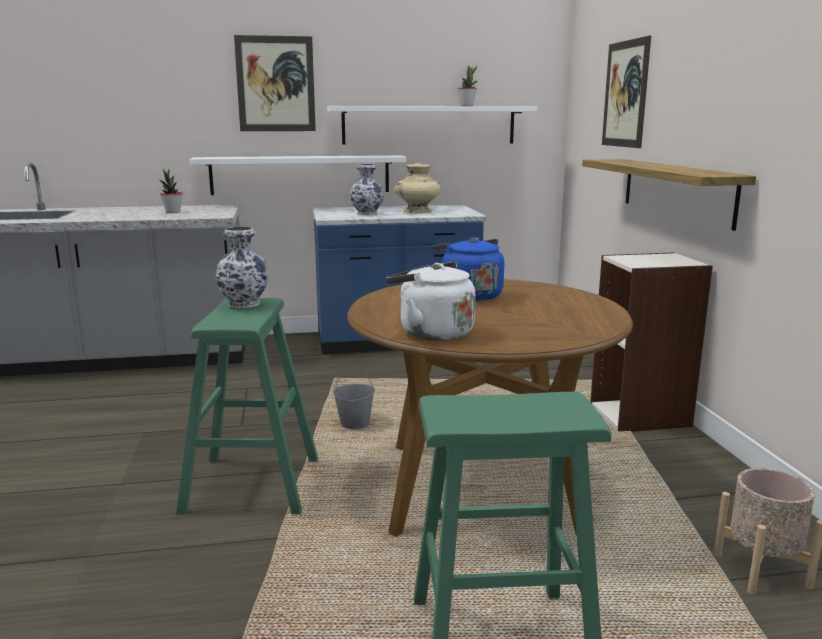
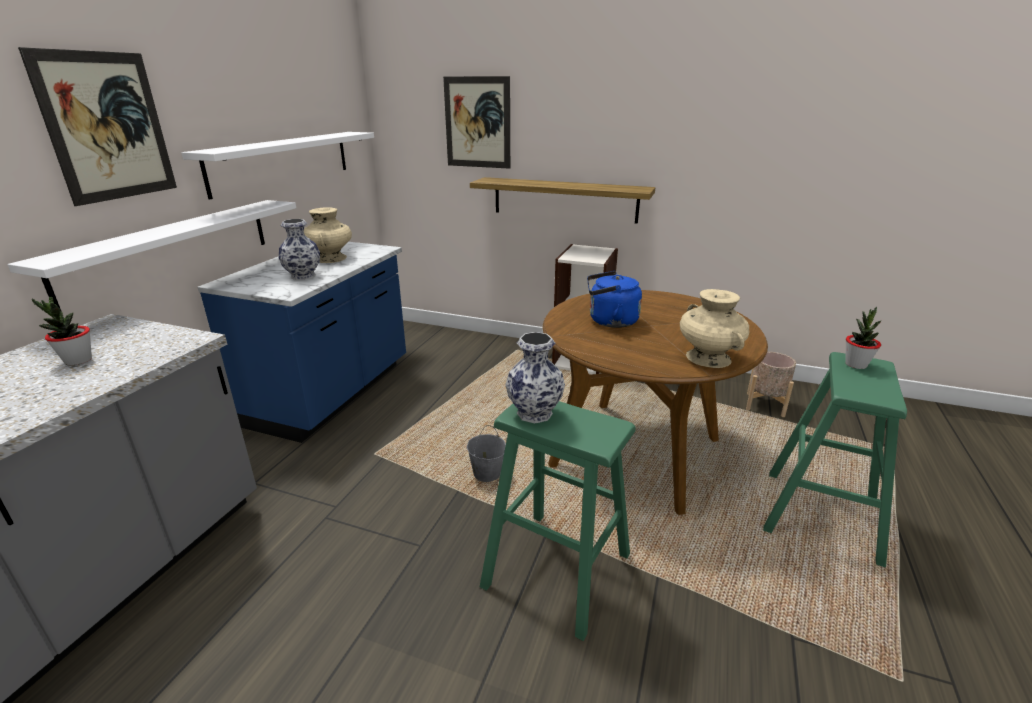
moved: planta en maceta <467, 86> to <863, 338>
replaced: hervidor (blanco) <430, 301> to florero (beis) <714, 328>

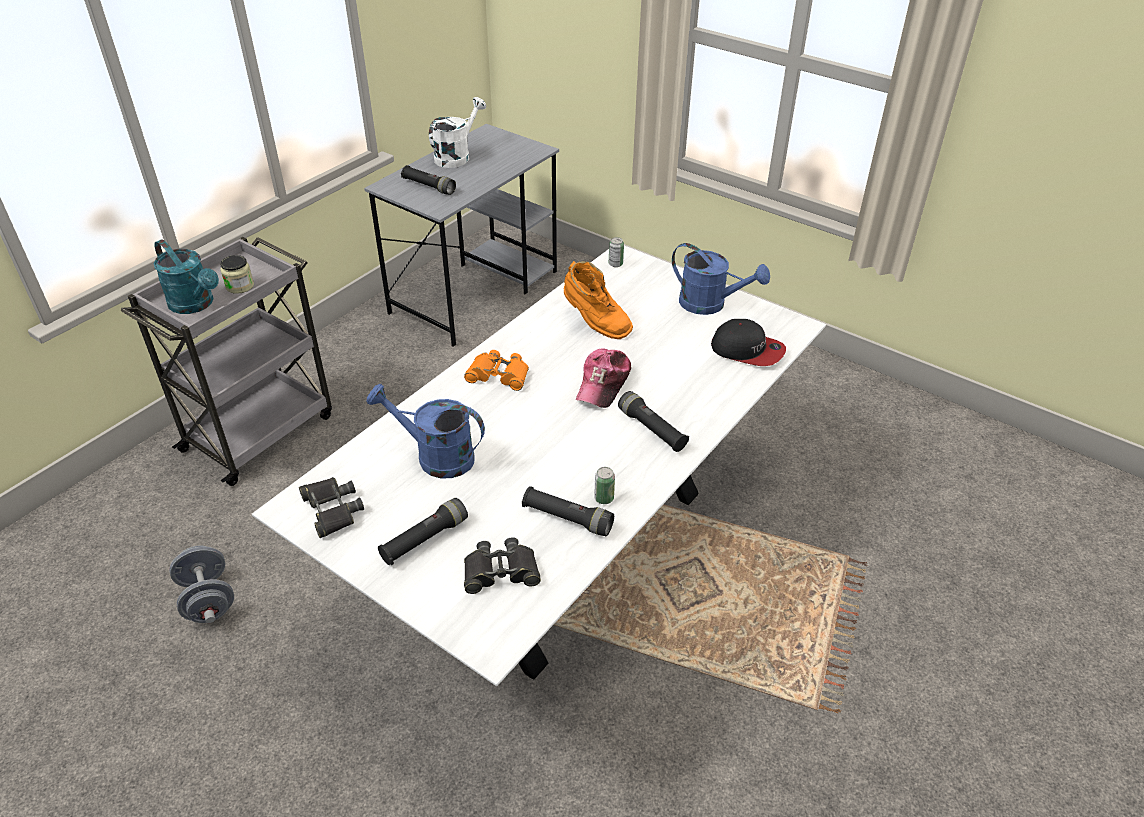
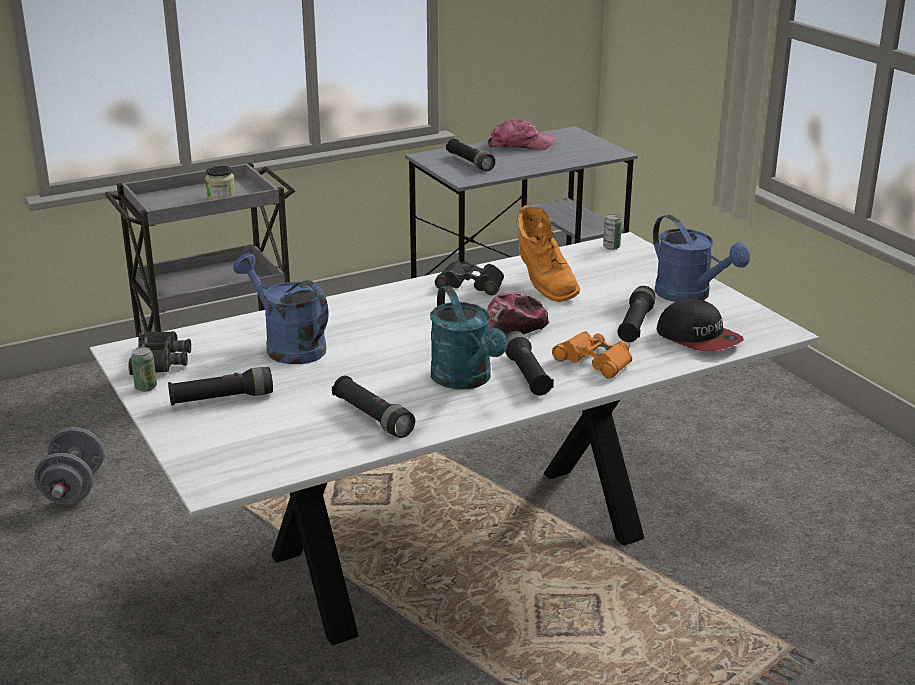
added: linterna (negro) <637, 314>
moved: lata <604, 485> to <144, 369>; regadera (turquesa) <186, 276> to <468, 337>; prismáticos (negro) <502, 565> to <469, 278>; prismáticos (naranja) <496, 370> to <592, 354>
replaced: regadera (blanco) <457, 132> to gorra <521, 135>

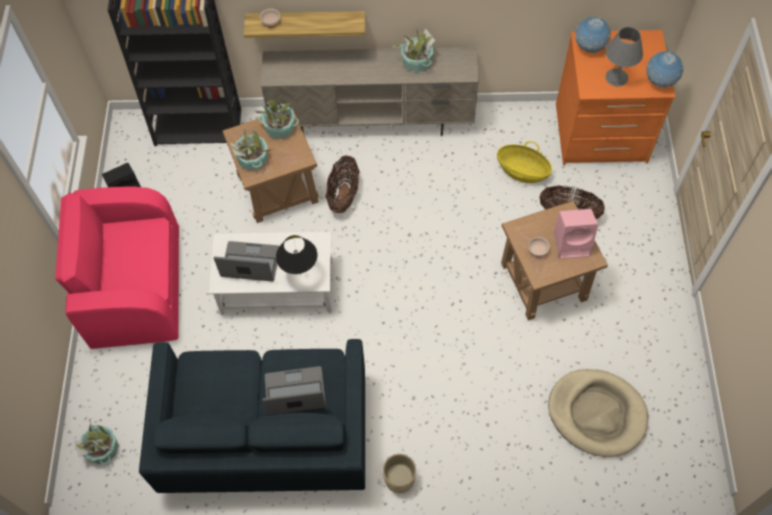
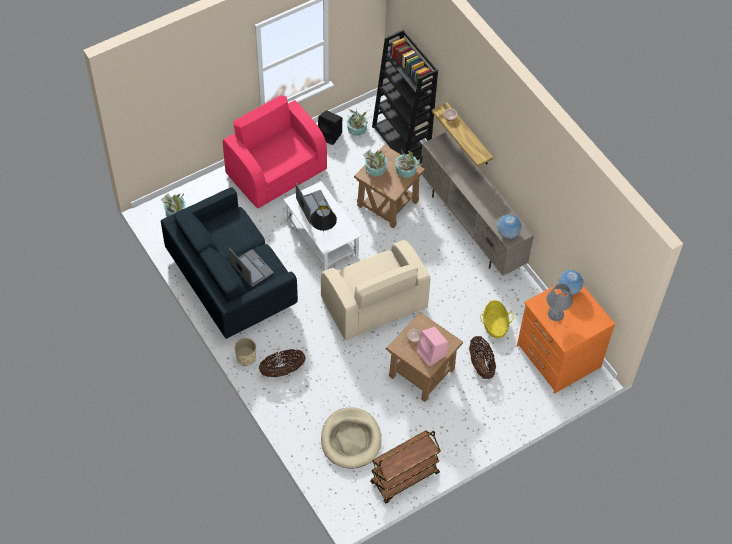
added: sillón (beis) <375, 290>; carrito (marrón) <405, 466>
moved: cesta <342, 184> to <282, 363>; planta en maceta <414, 50> to <357, 122>; globo terráqueo <665, 69> to <509, 227>

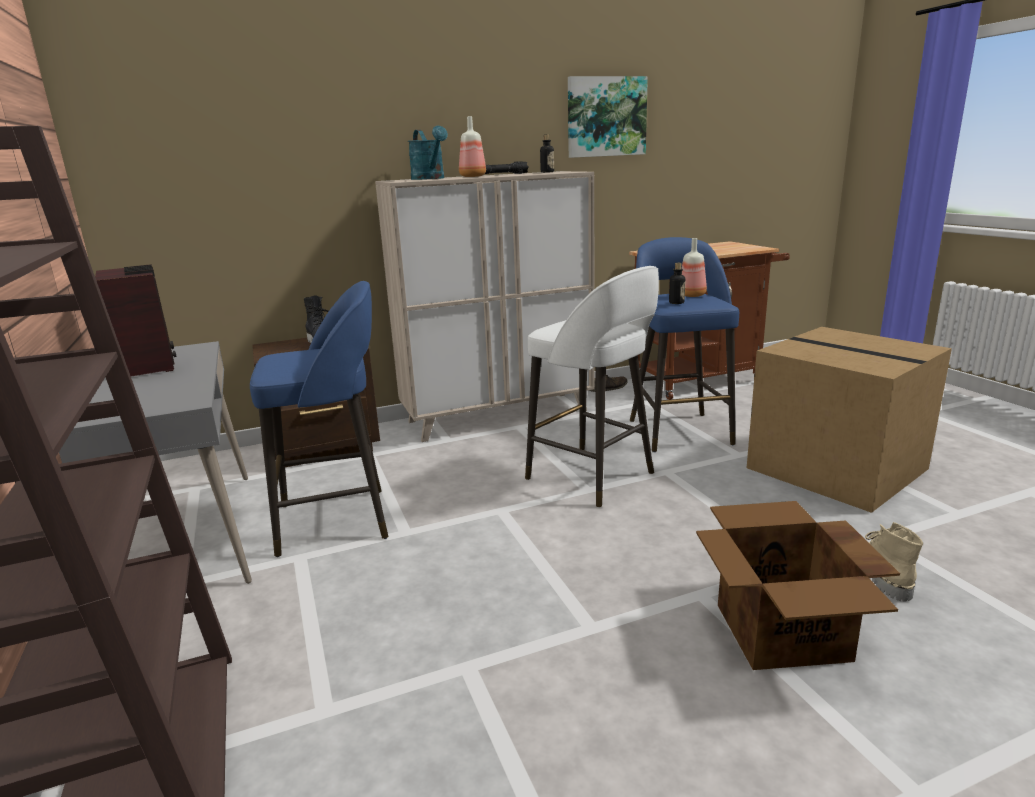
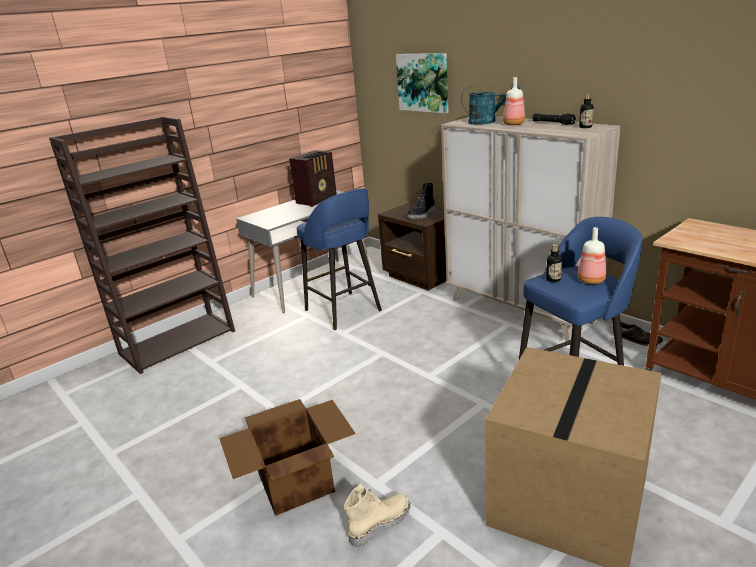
removed: taburete (blanco) <592, 387>
moved: cuadro <608, 117> to <422, 83>
turned: regadera (turquesa) <428, 153> = <490, 104> 135 degrees counterclockwise

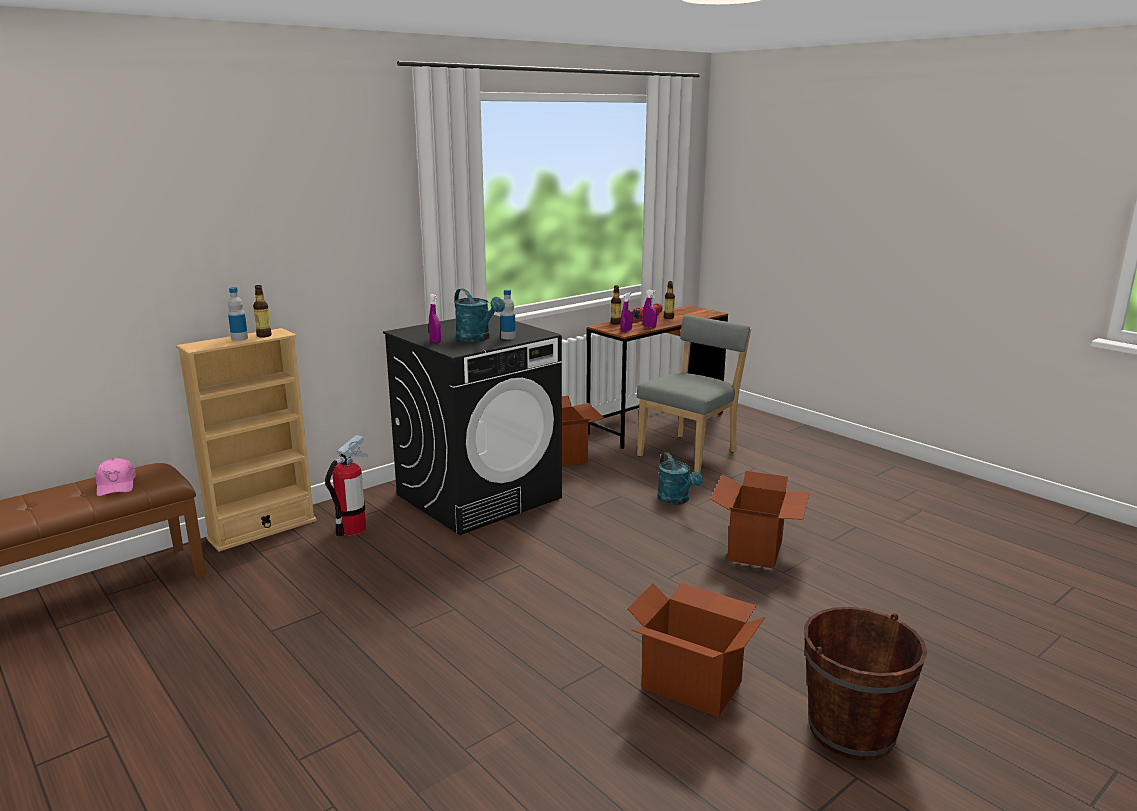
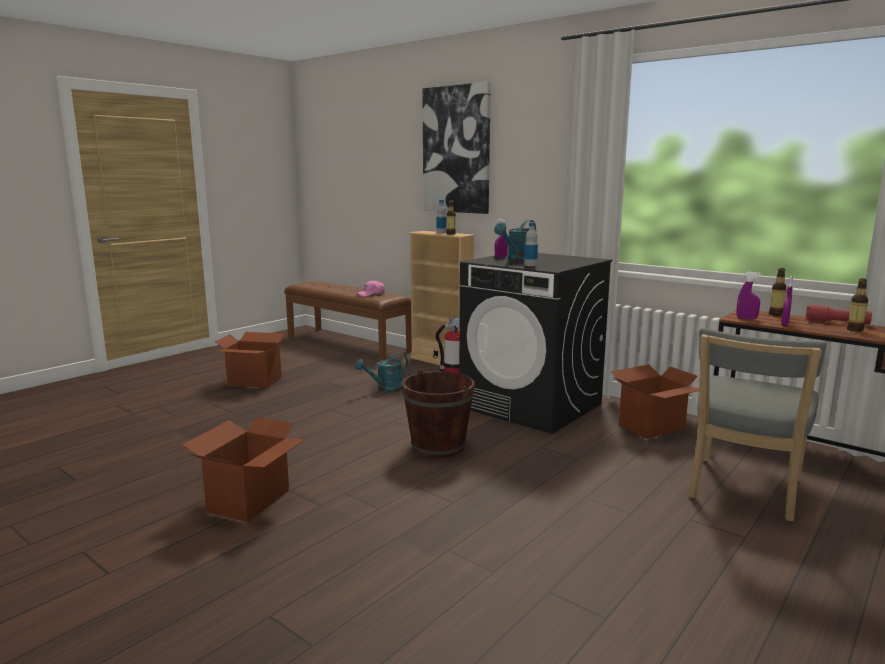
added: cuadro <456, 148>
moved: caja de cartón <760, 520> to <251, 360>; regadera (turquesa) <680, 478> to <381, 372>; cubo (marrón) <865, 683> to <438, 414>
turned: silla (gris) <694, 394> = <757, 424> 90 degrees clockwise

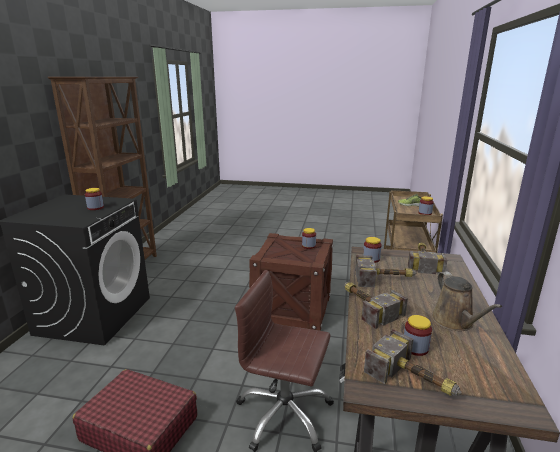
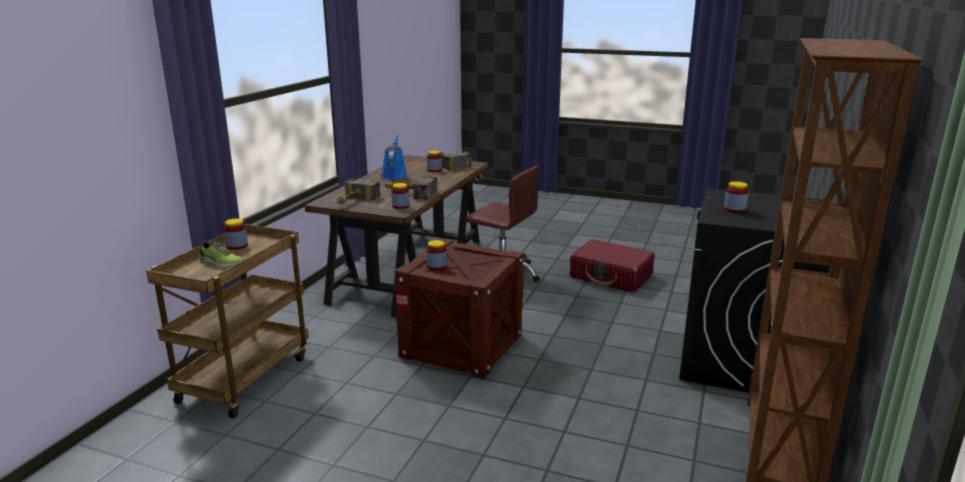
removed: martillo <376, 305>
recoloured: regadera (marrón) <467, 301> to regadera (azul) <394, 157>

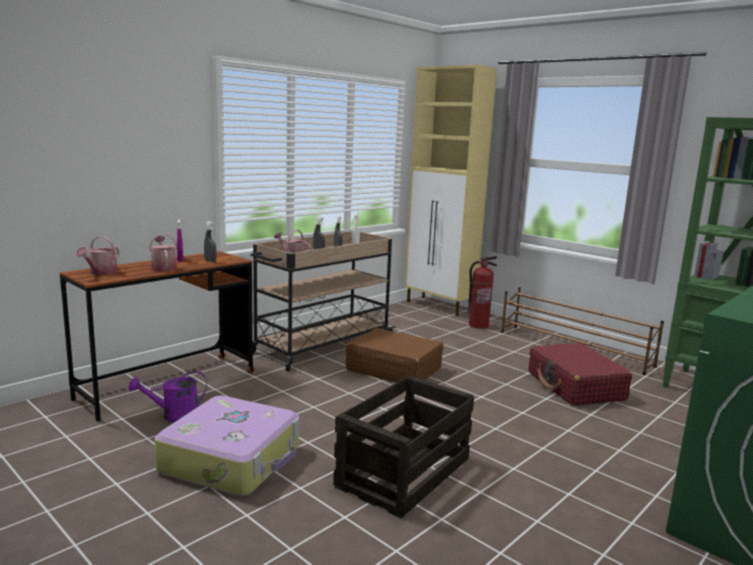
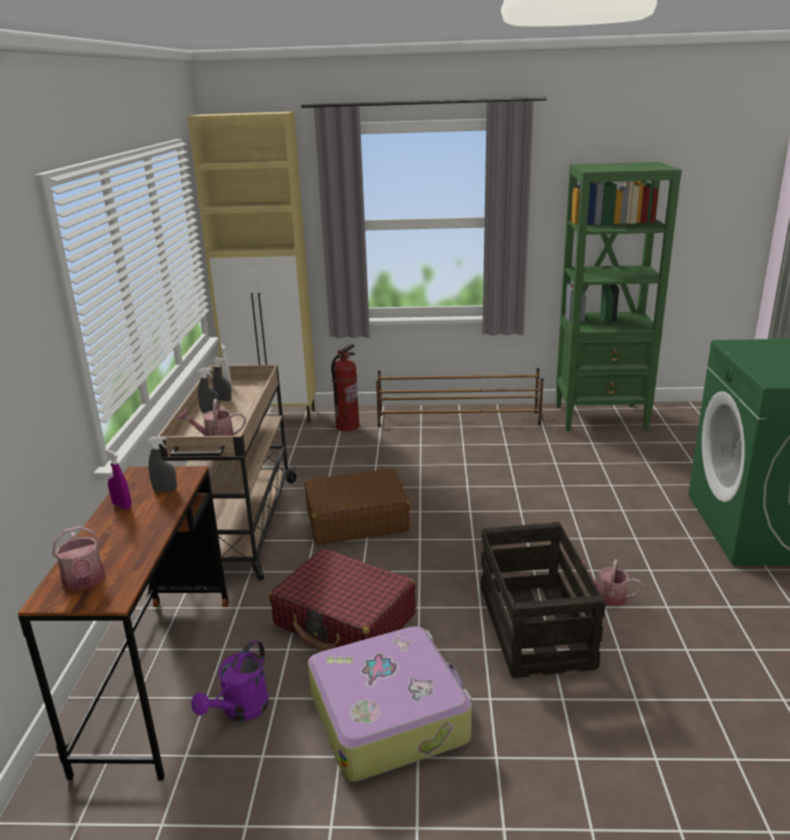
moved: maleta (rojo) <580, 374> to <342, 599>; regadera <163, 253> to <608, 582>

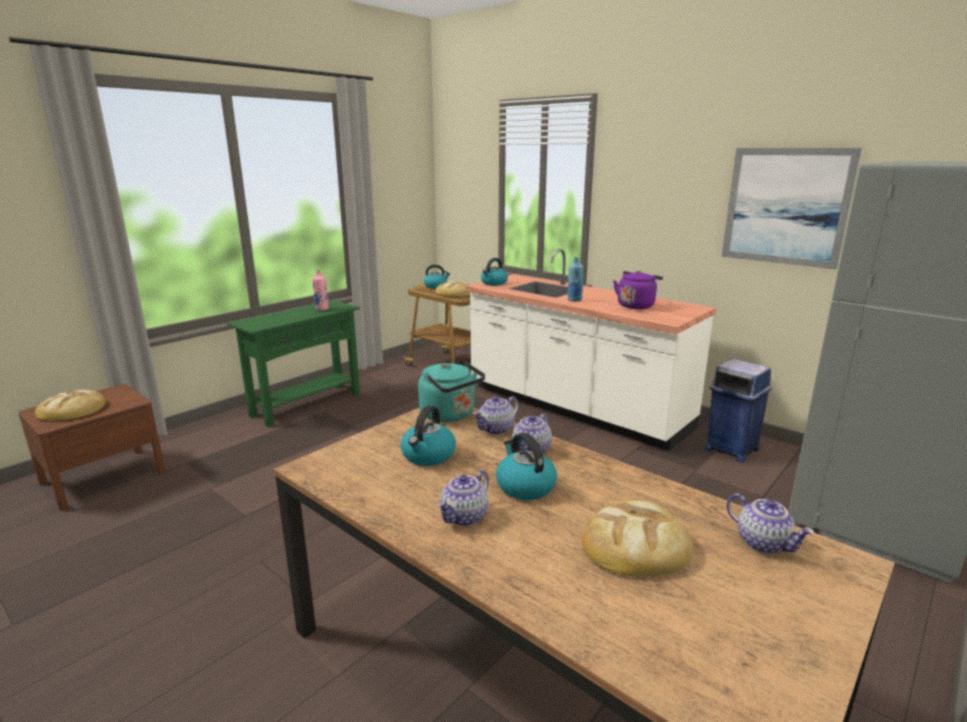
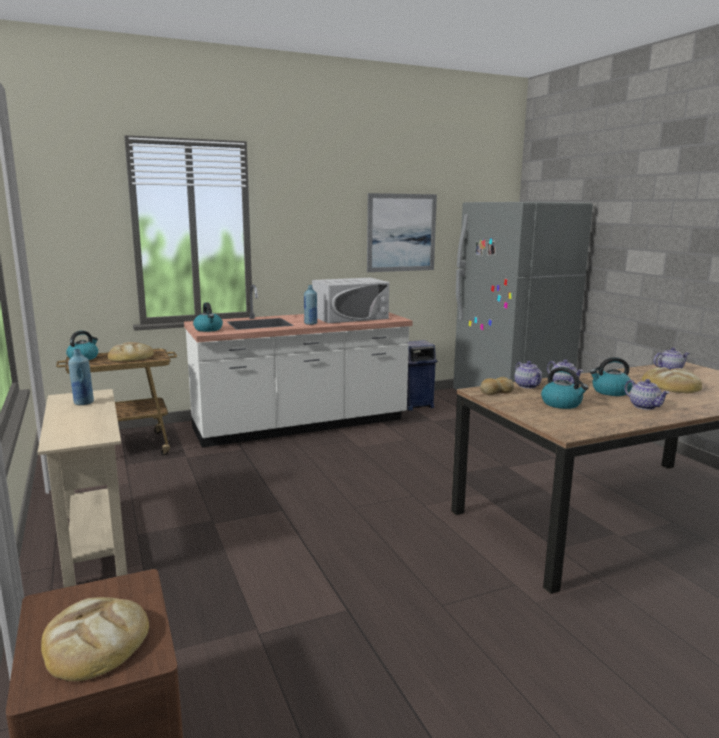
replaced: hervidor (morado) <638, 290> to microondas (blanco) <350, 300>; hervidor (turquesa) <451, 391> to pan <497, 386>
recoloured: mesa consola (verde) <293, 363> to mesa consola (beis) <82, 488>; botella (rosa) <320, 290> to botella (azul) <81, 377>

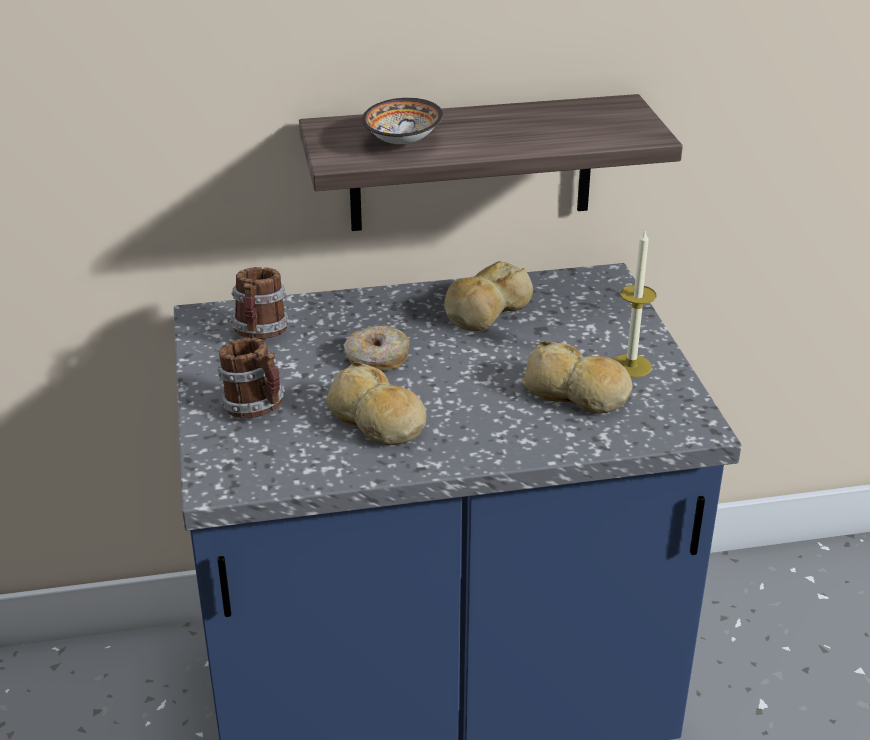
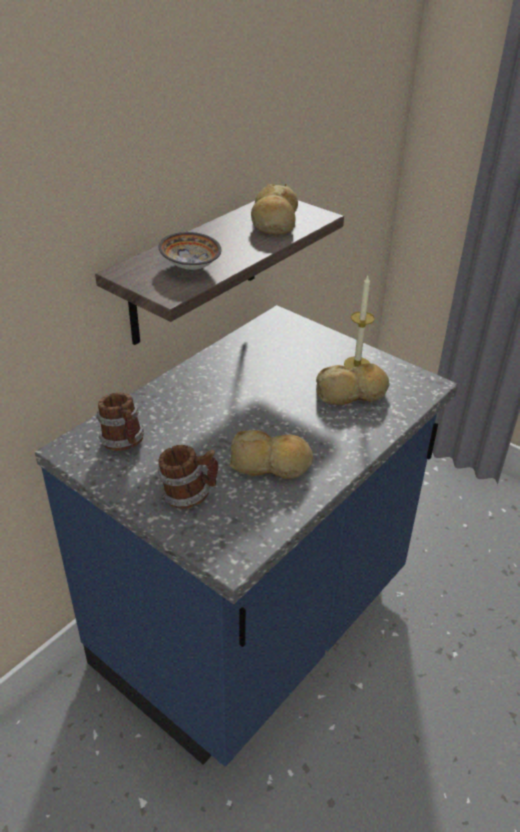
removed: rosquilla <376, 348>
moved: pan <488, 296> to <274, 209>

